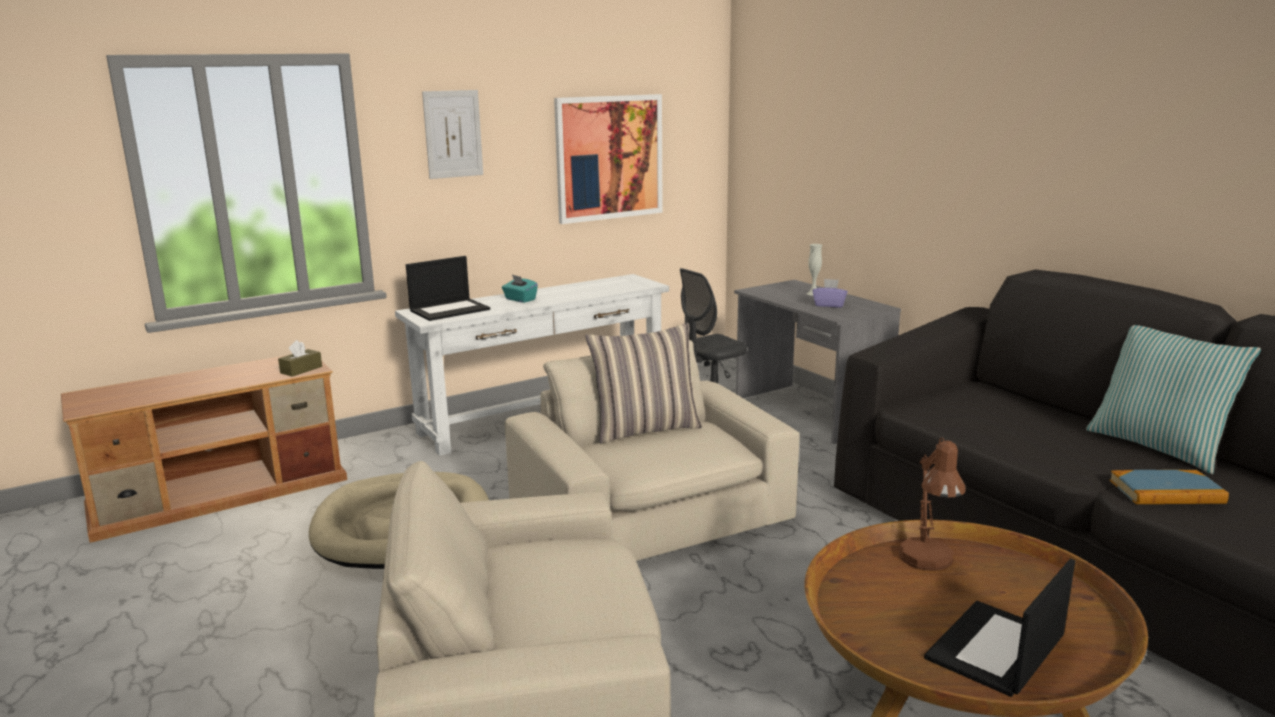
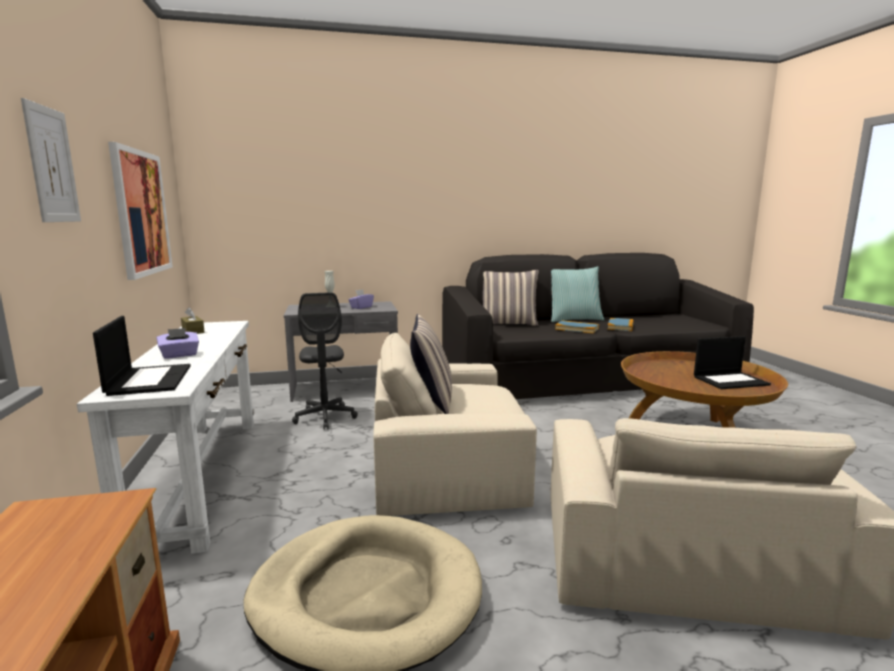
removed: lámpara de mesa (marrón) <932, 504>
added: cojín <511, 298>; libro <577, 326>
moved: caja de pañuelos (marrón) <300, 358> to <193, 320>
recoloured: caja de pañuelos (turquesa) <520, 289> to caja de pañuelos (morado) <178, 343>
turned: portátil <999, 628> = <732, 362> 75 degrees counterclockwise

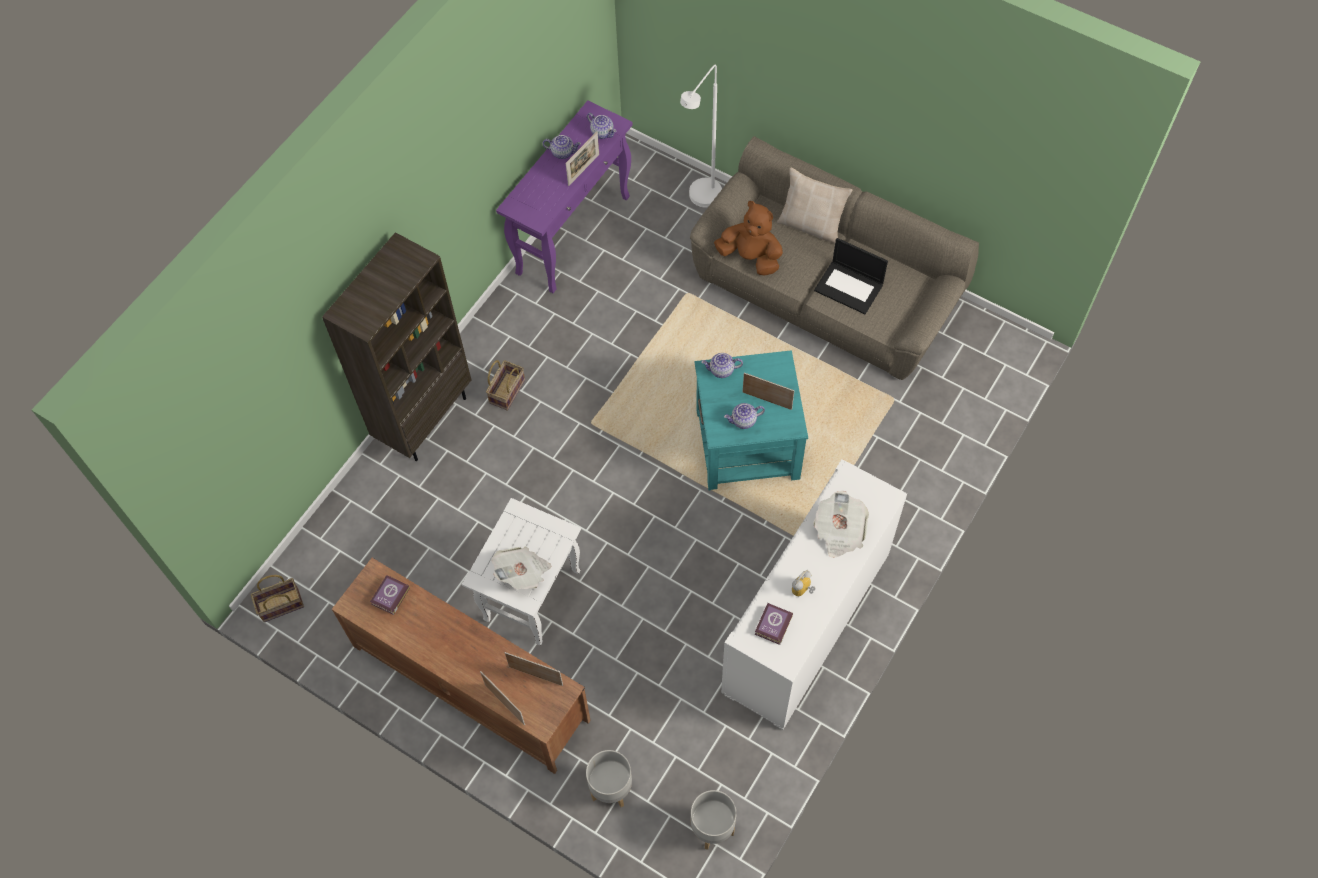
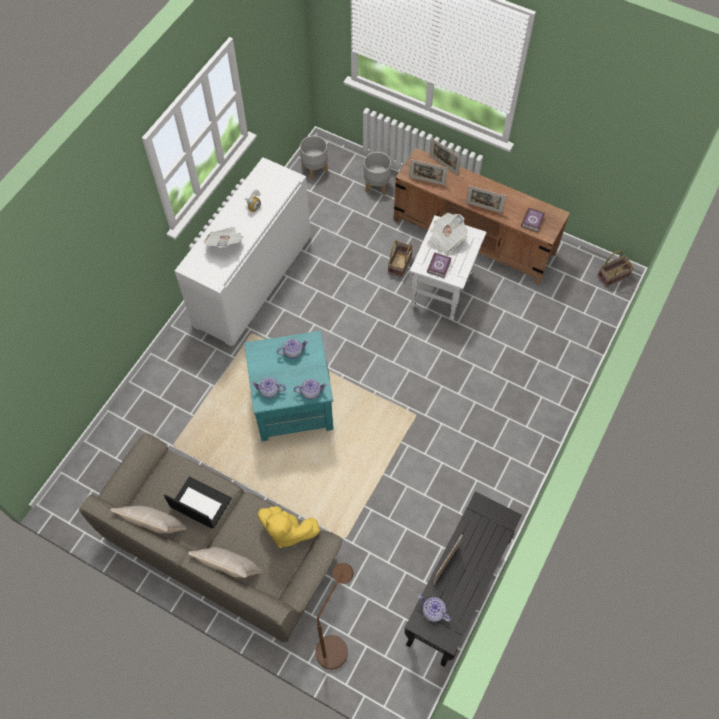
removed: estantería (marrón) <397, 346>
added: cojín (beis) <148, 519>
moved: tetera <562, 147> to <269, 388>; cesta <505, 385> to <400, 259>; libro <774, 624> to <439, 265>; portarretratos <768, 391> to <486, 199>
recoloured: peluche (marrón) <748, 238> to peluche (amarillo) <289, 527>; lámpara de pie (blanco) <701, 136> to lámpara de pie (marrón) <334, 616>; mesa consola (morado) <564, 196> to mesa consola (negro) <463, 579>

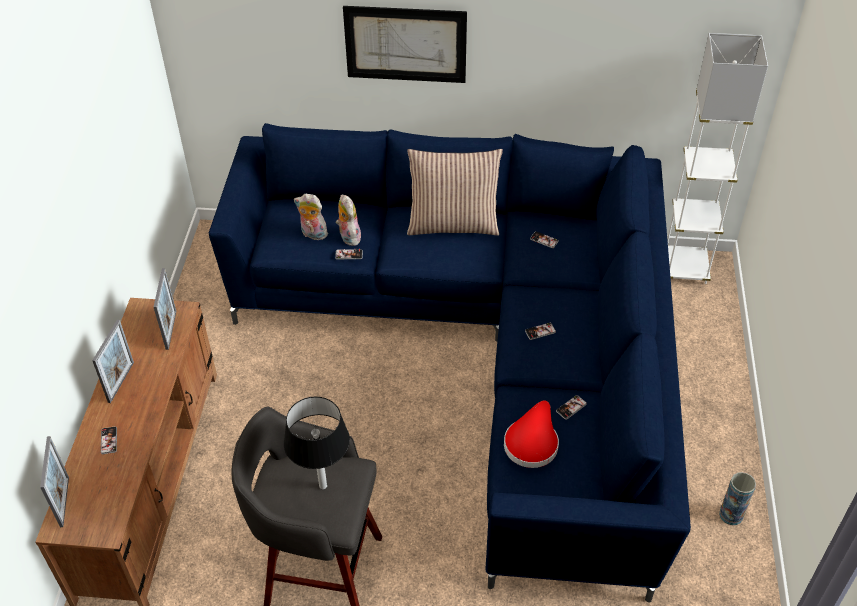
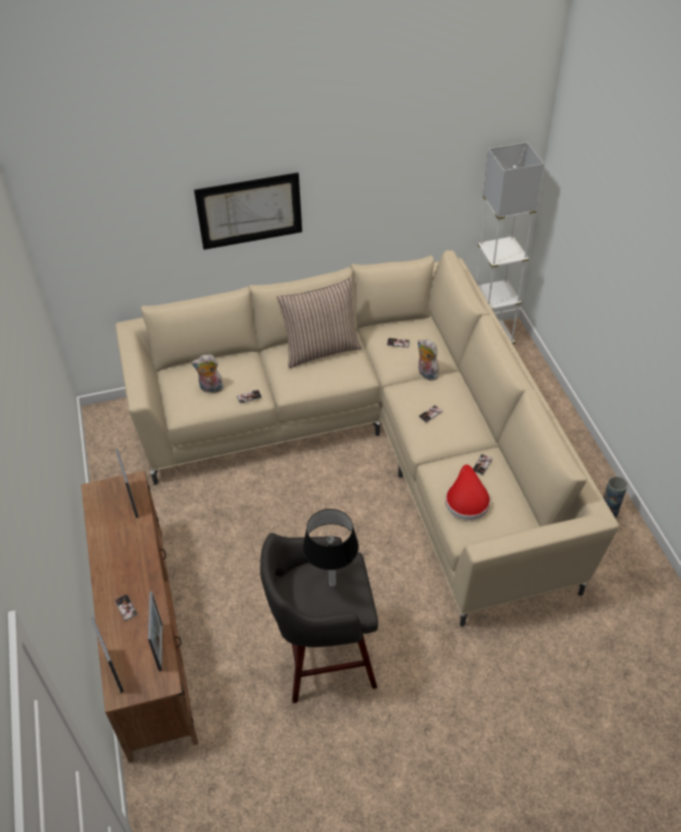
moved: portarretratos <113, 361> to <155, 631>; peluche <348, 220> to <428, 360>
recoloured: sofá (azul) <450, 362> to sofá (beis) <367, 438>

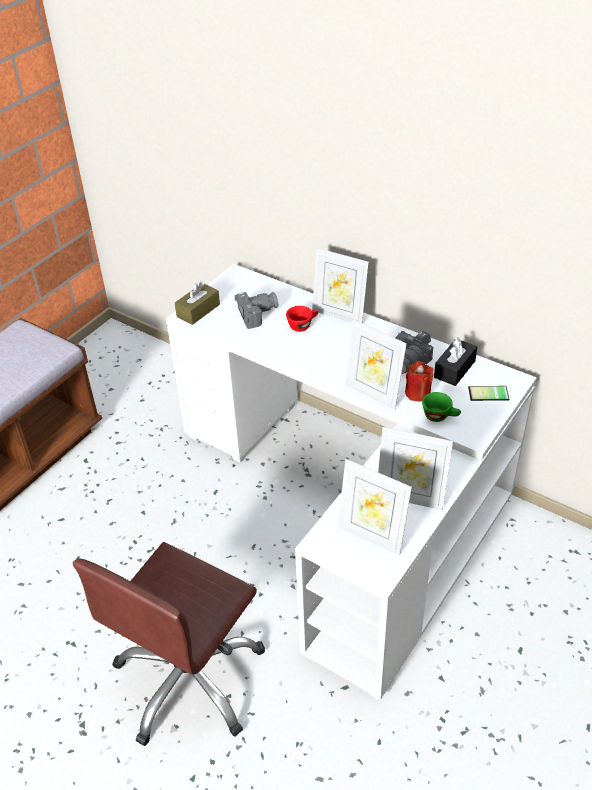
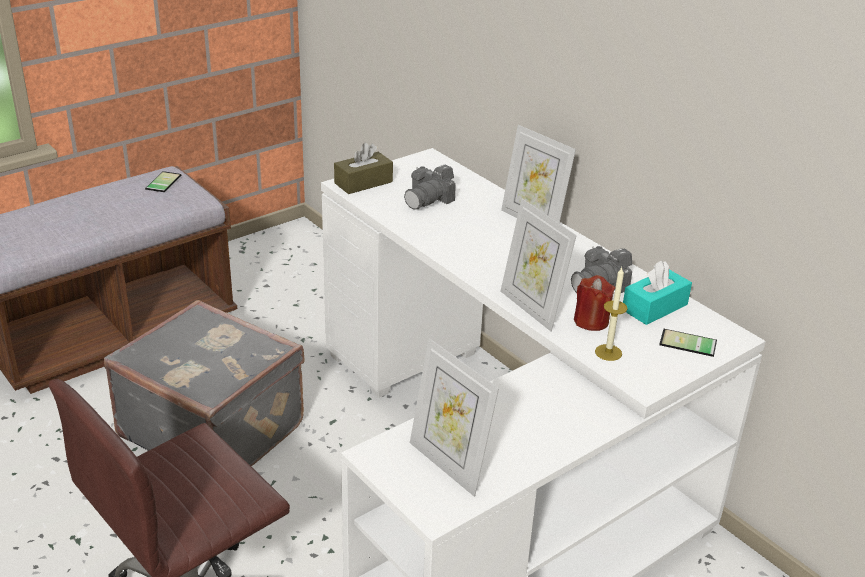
removed: taza (rojo) <302, 319>; portarretratos <415, 468>
added: maleta (gris) <204, 383>; móvil <163, 181>
replaced: taza (verde) <441, 407> to vela <611, 314>
recoloured: caja de pañuelos (negro) <455, 361> to caja de pañuelos (turquesa) <657, 292>
turned: cámara <256, 310> = <430, 187> 135 degrees clockwise

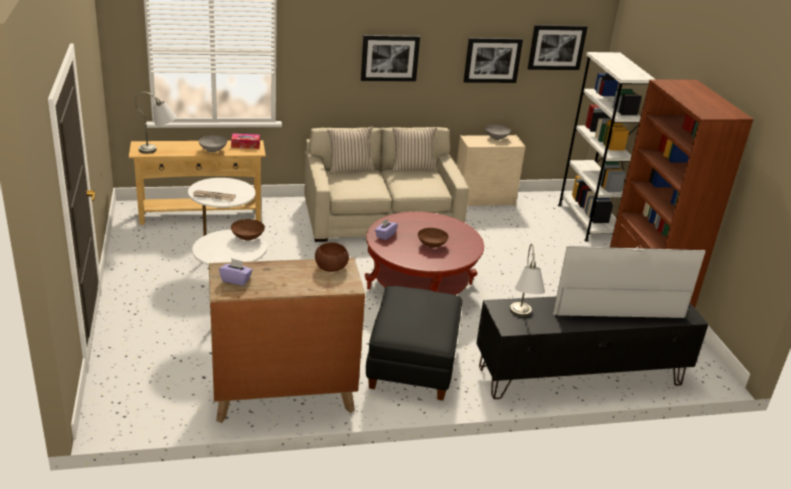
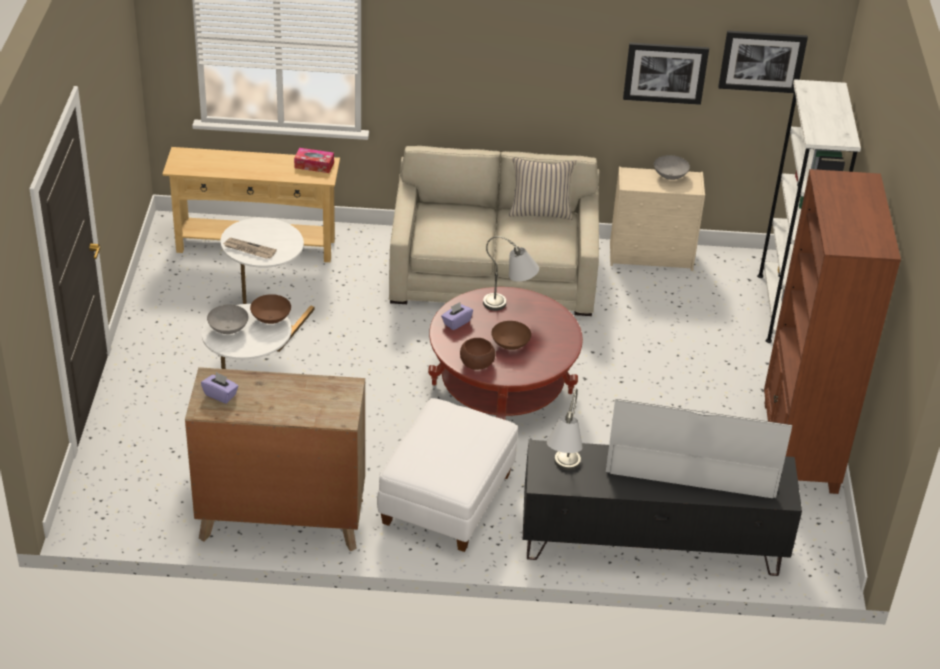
removed: cojín (beis) <351, 150>; cuadro <390, 58>
moved: cuenco (gris) <213, 143> to <228, 319>; cuenco (marrón) <332, 257> to <478, 354>; lámpara de mesa (gris) <156, 123> to <511, 273>
recoloured: puf (negro) <414, 343> to puf (blanco) <447, 475>

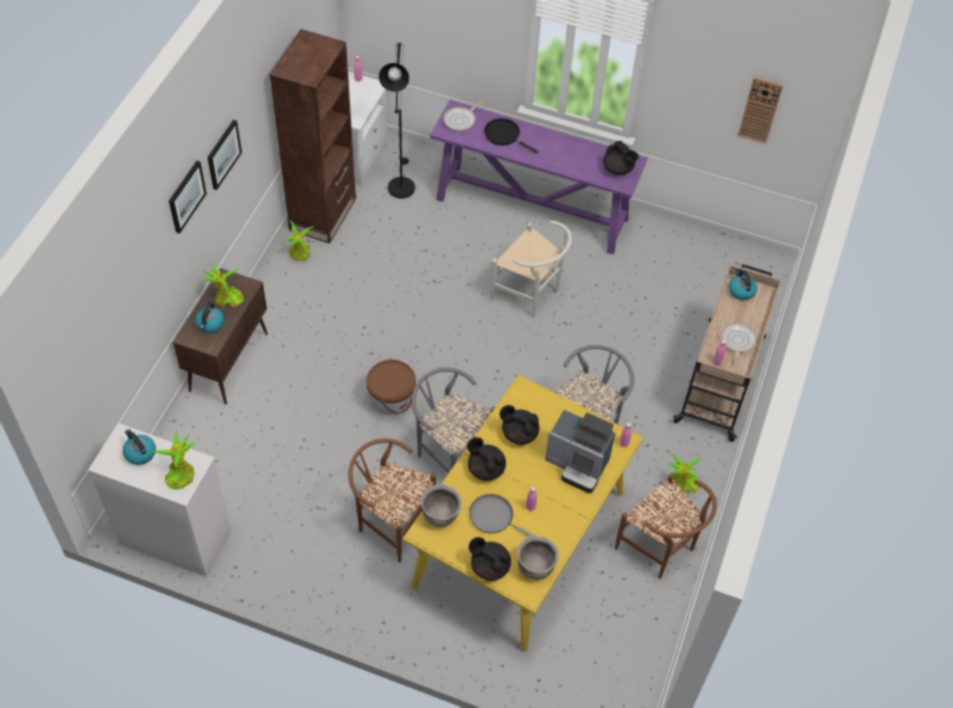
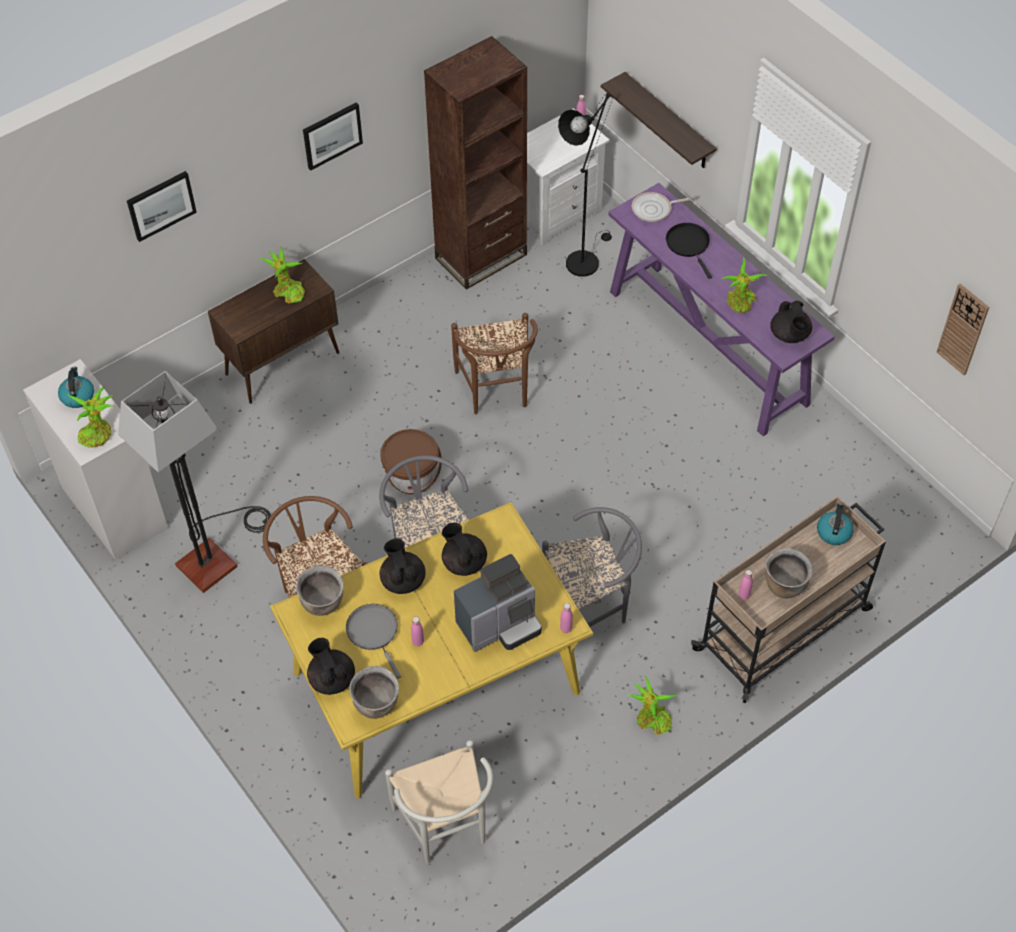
removed: hervidor <209, 318>
added: lámpara de pie <194, 482>; estante <659, 120>
moved: cuadro <188, 197> to <162, 206>; silla (blanco) <531, 268> to <439, 802>; silla (marrón) <666, 526> to <494, 363>; planta en maceta <298, 241> to <744, 285>
replaced: sartén <739, 344> to olla (marrón) <789, 573>
turned: cafetera <580, 451> = <498, 603> 90 degrees counterclockwise

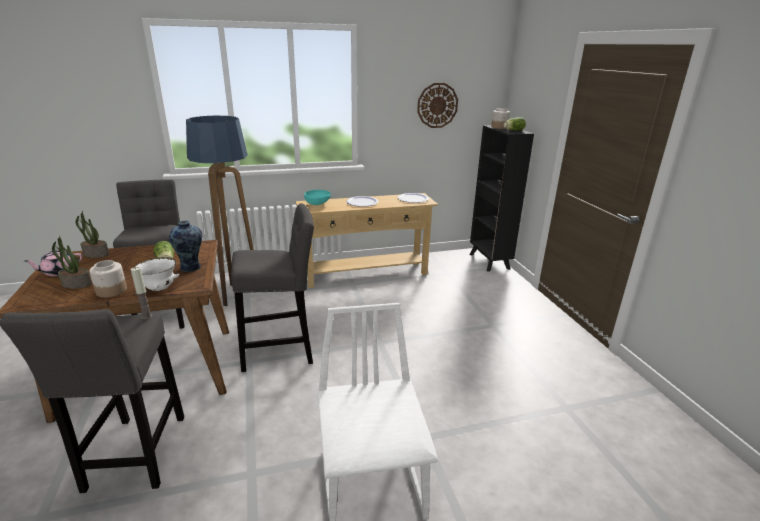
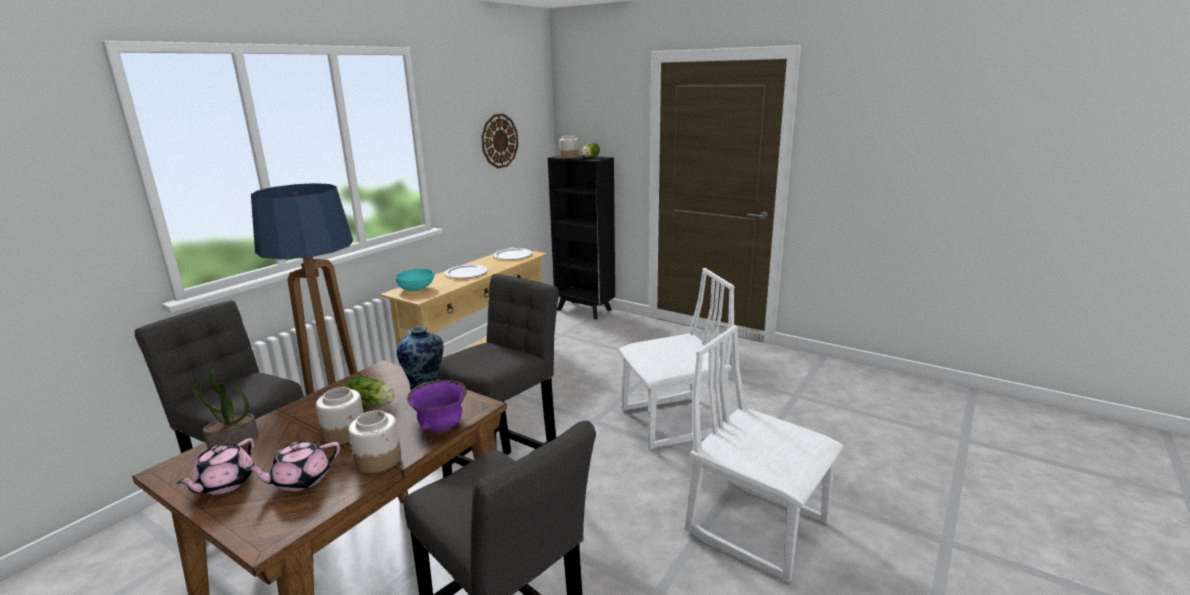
removed: vela <141, 293>
added: tarro <340, 415>; silla (blanco) <676, 358>
replaced: planta en maceta <72, 262> to tetera (rosa) <292, 466>
recoloured: cuenco (blanco) <157, 274> to cuenco (morado) <437, 406>

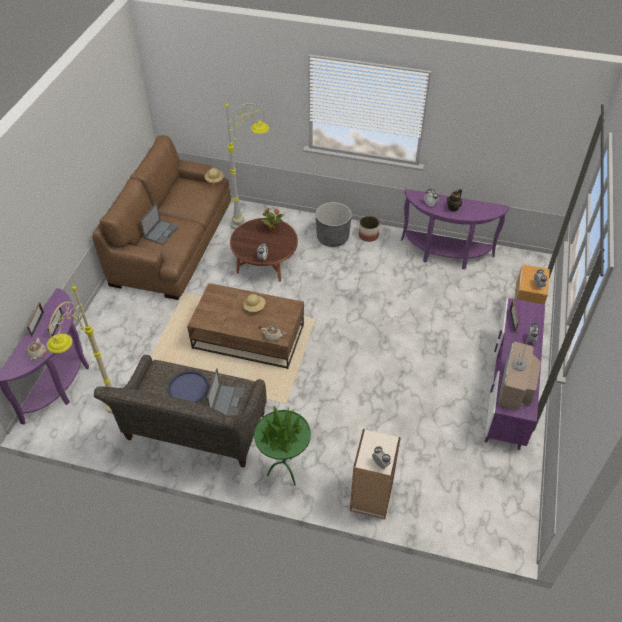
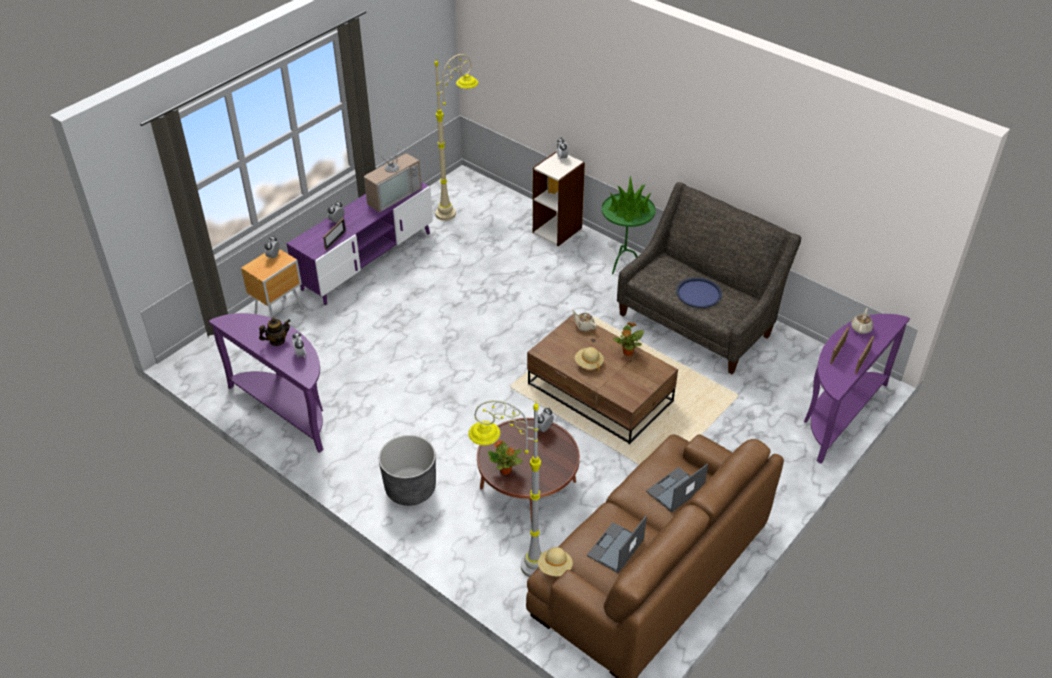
removed: maceta <369, 229>
added: planta en maceta <629, 339>
moved: lámpara de pie (beis) <79, 349> to <456, 137>; portátil <226, 392> to <617, 544>

